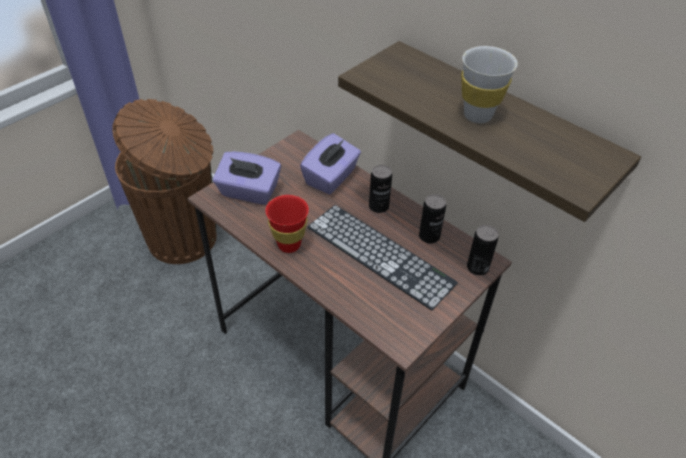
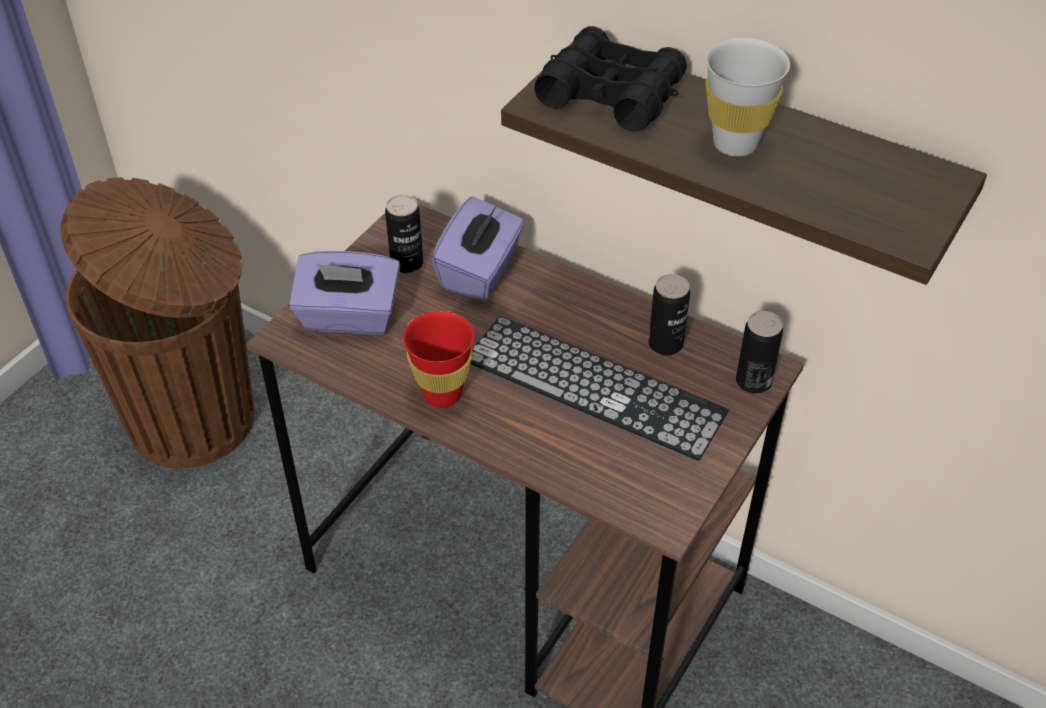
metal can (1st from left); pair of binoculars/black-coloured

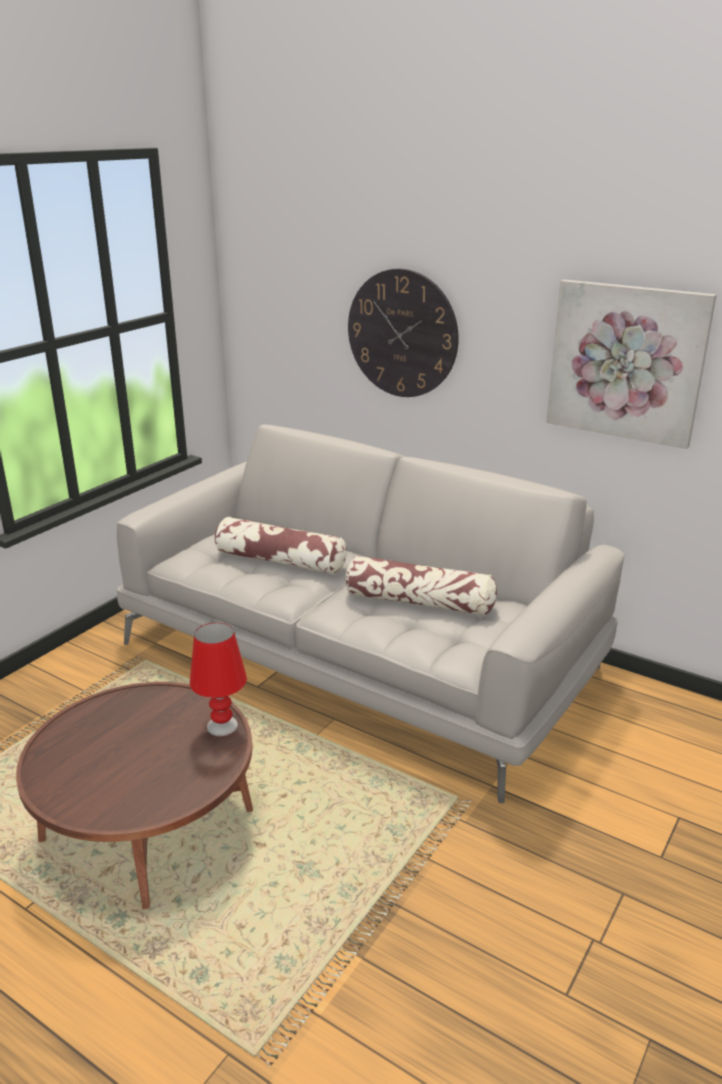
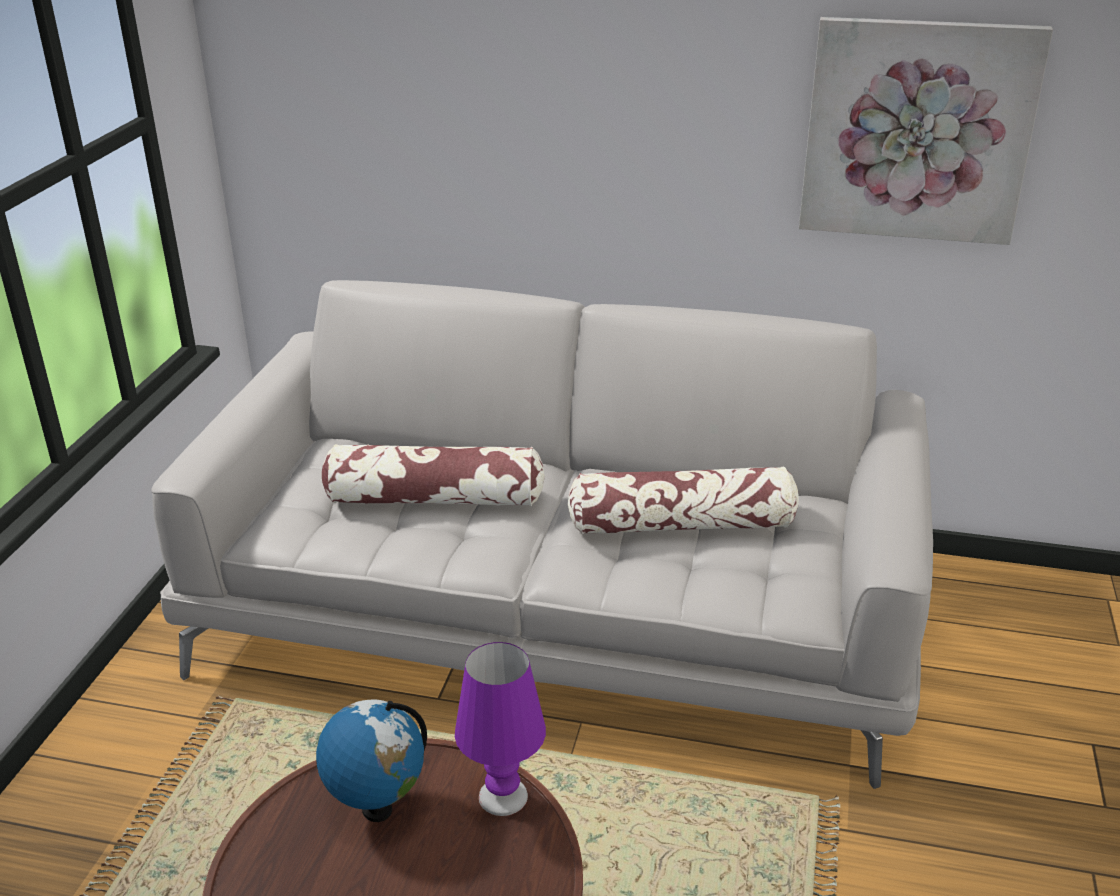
table lamp/purple-coloured; clock on the wall; globe

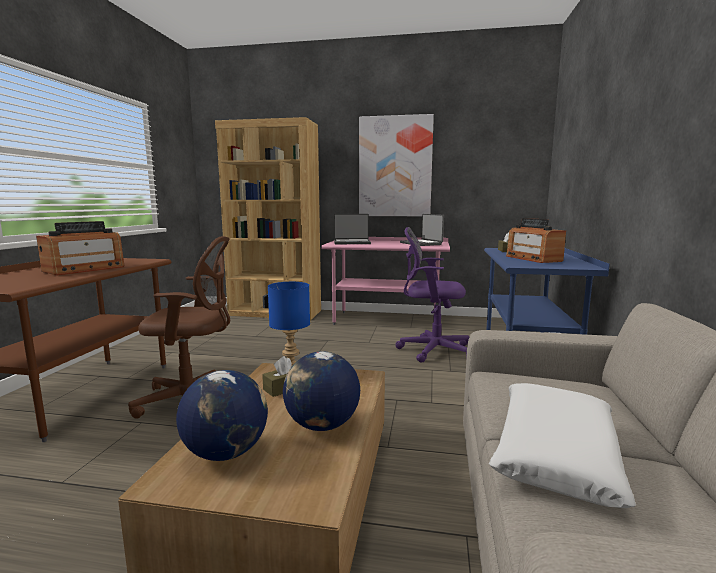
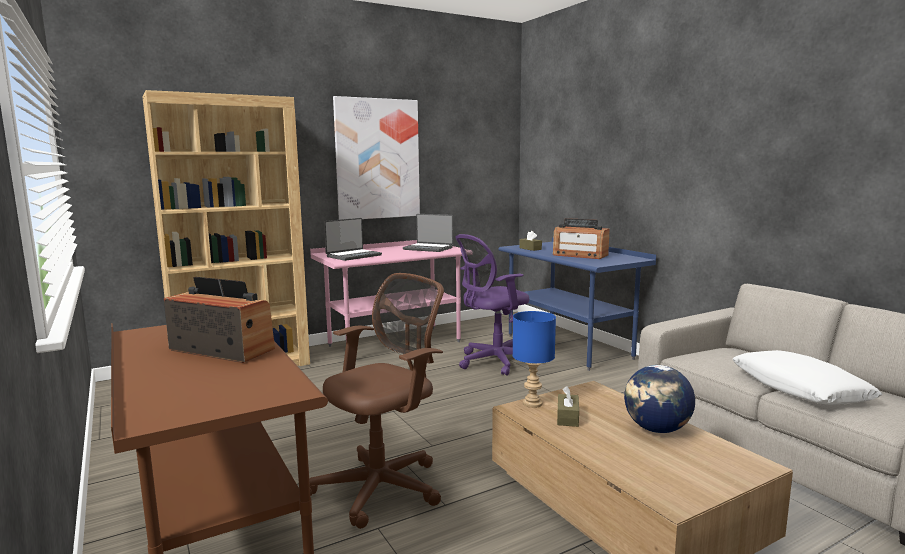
radio receiver (1st from left); globe (1st from left in the first image)

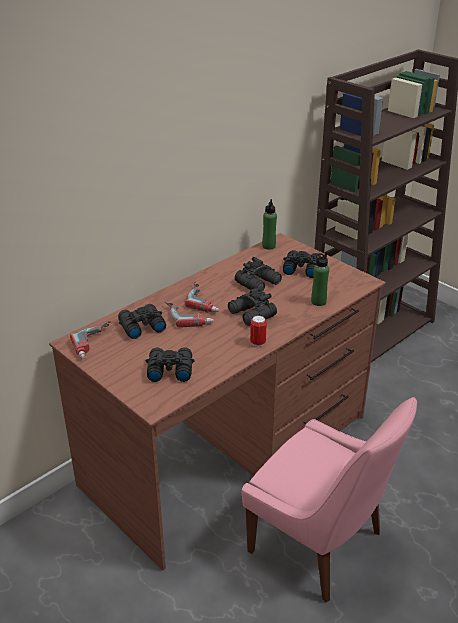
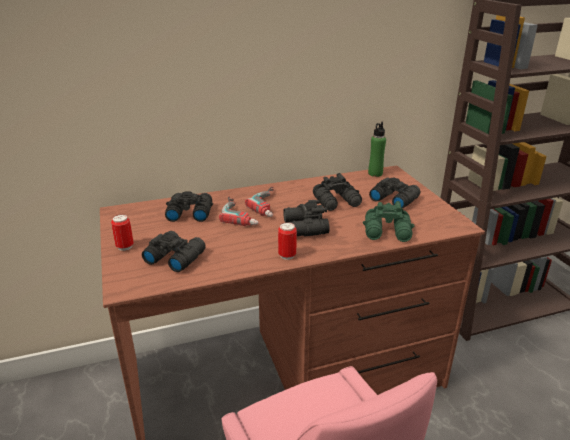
electric drill (1st from left in the first image); pair of binoculars/green-coloured; metal can (1st from left)

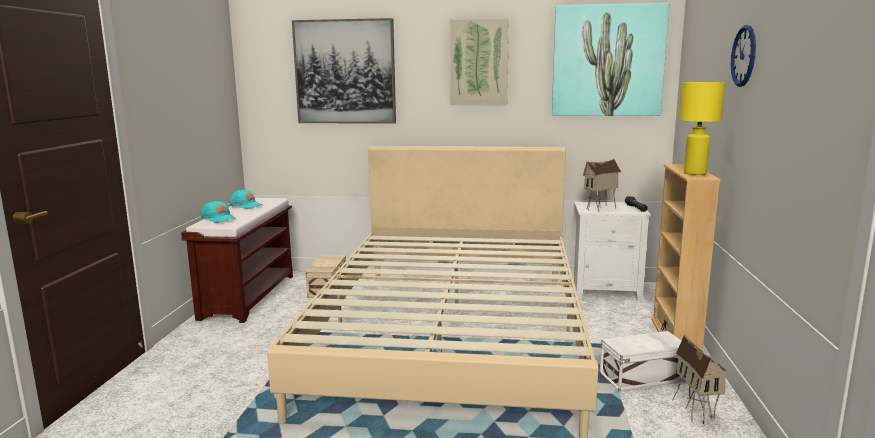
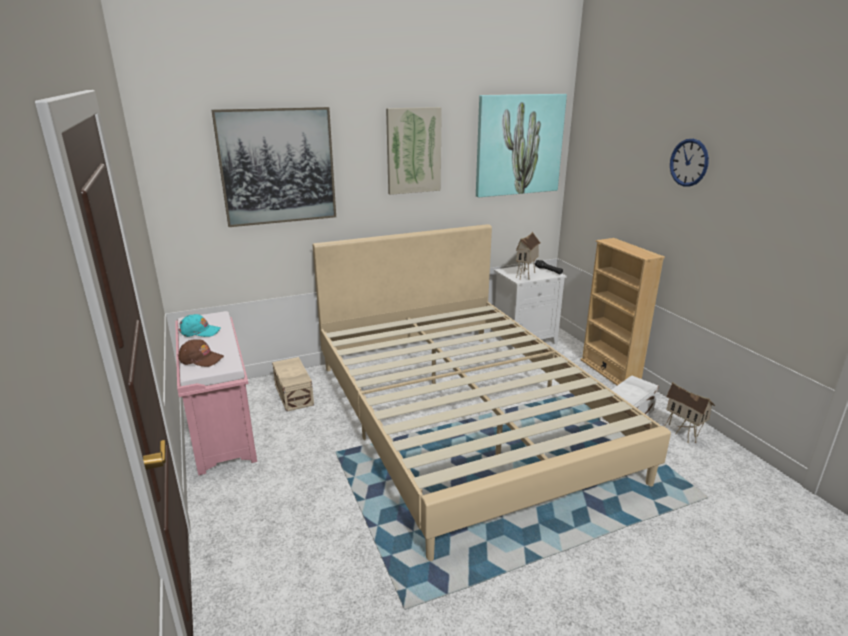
bench/pink-coloured; cap/brown; table lamp/yellow

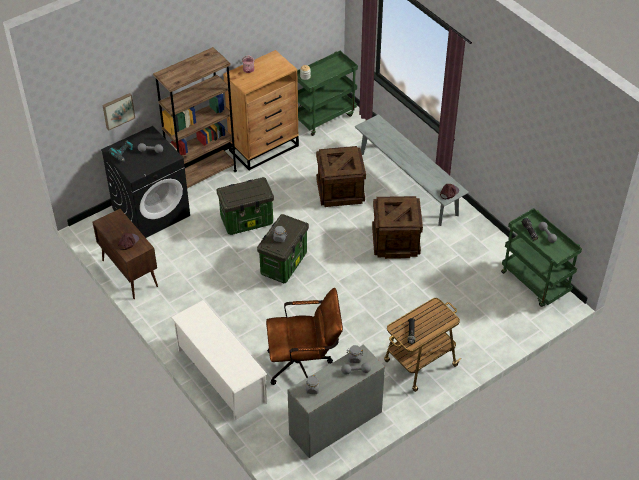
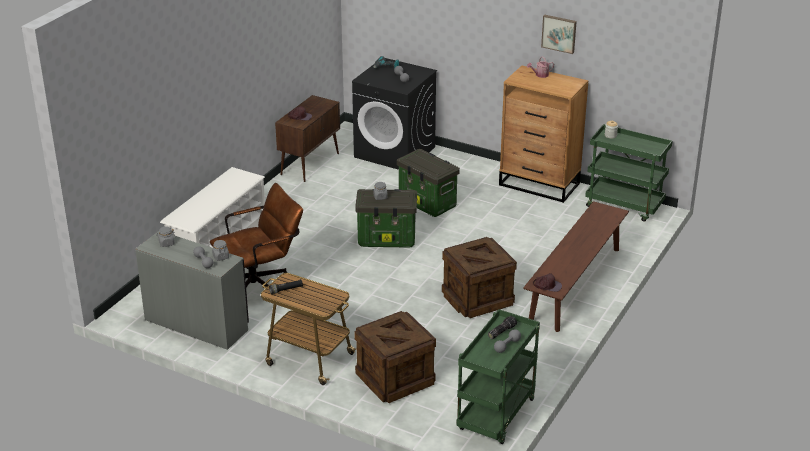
picture; bookshelf/brown; desk chair/brown; shipping crate (1st from left); bench/brown

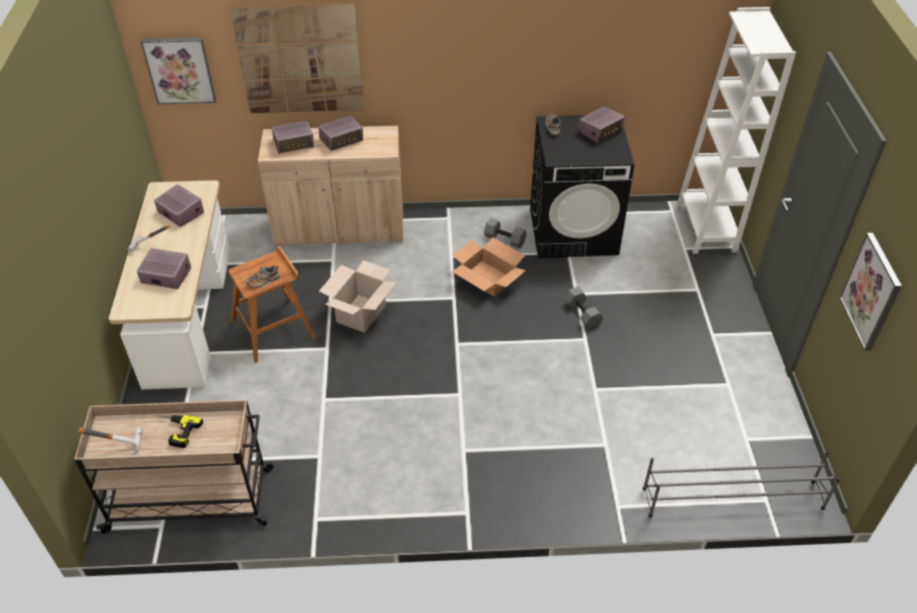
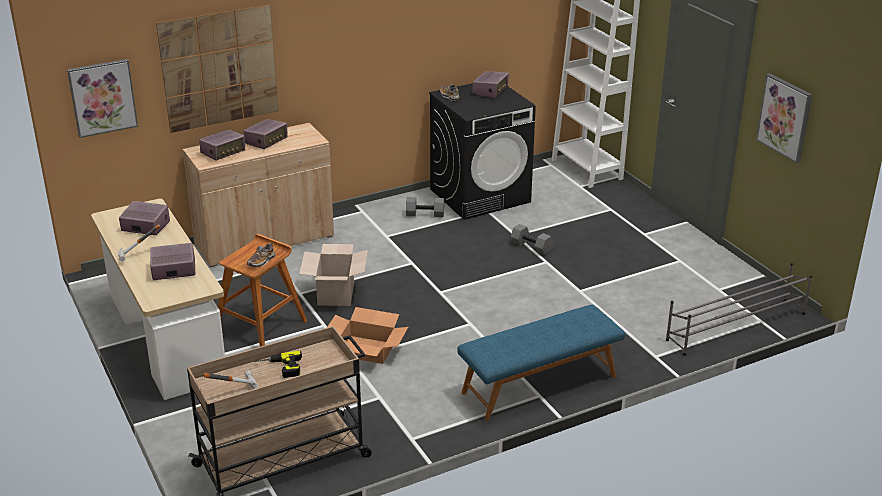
cardboard box (2nd from left); bench/blue

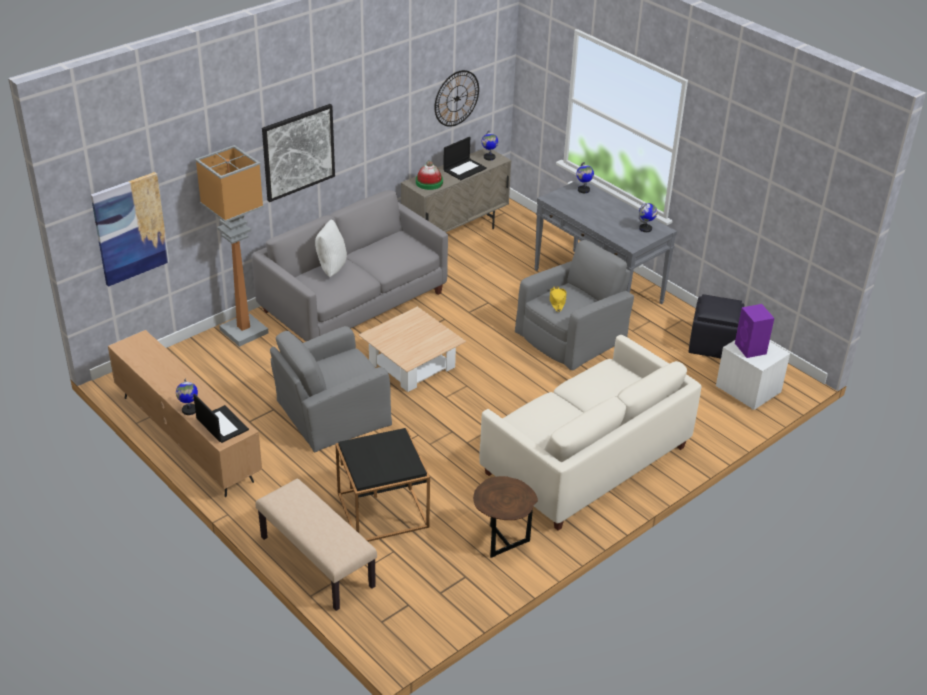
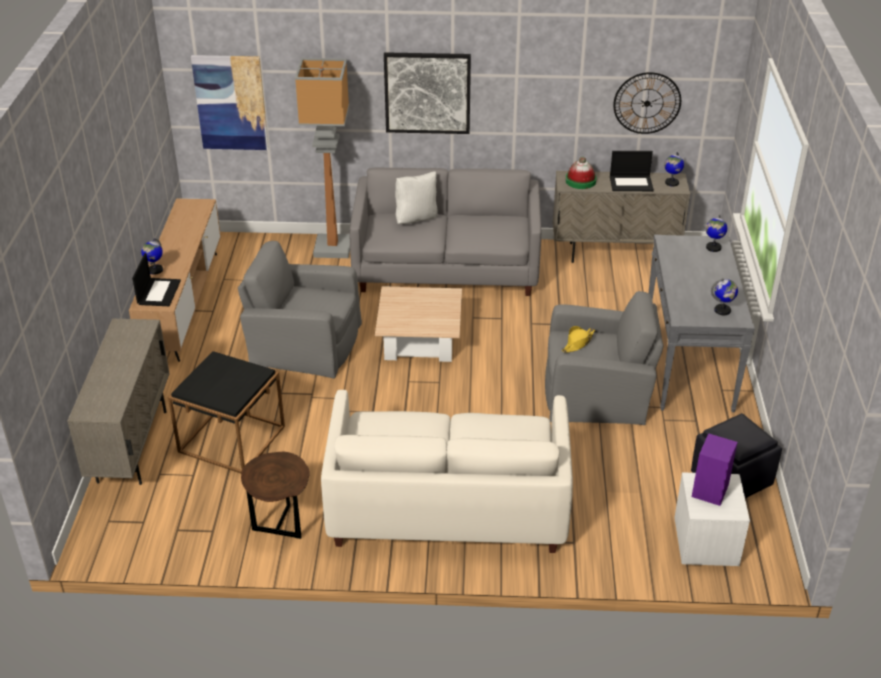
cabinet/sand-coloured (1st from left)

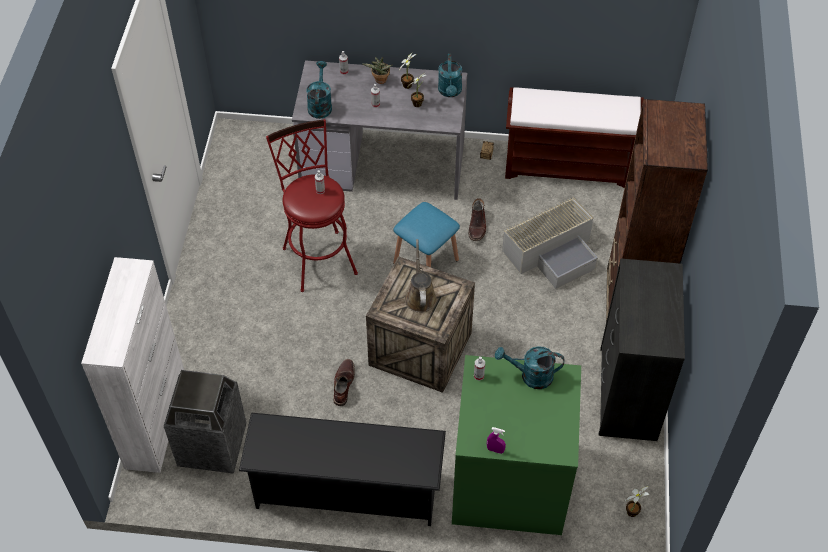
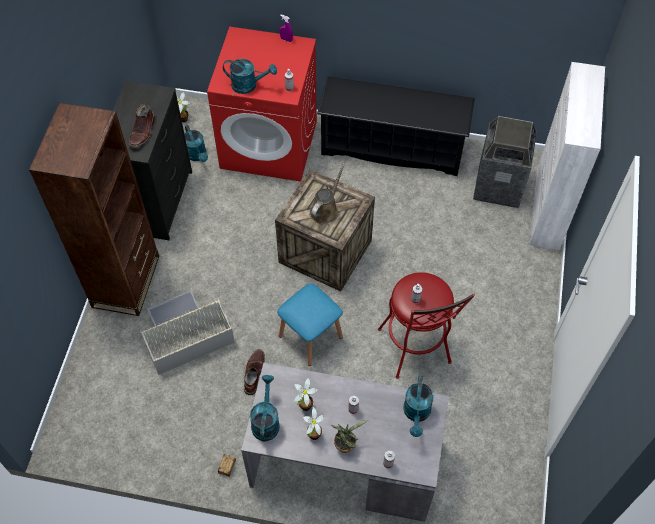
tall boot/brown (1st from left); watering pot/brown; laundry appliance/red; bench/brown; watering pot/blue-green (1st from left)

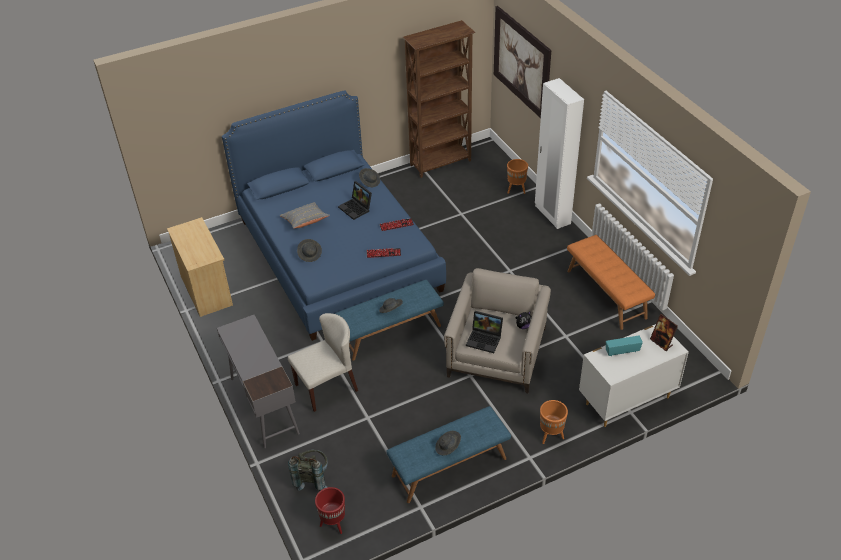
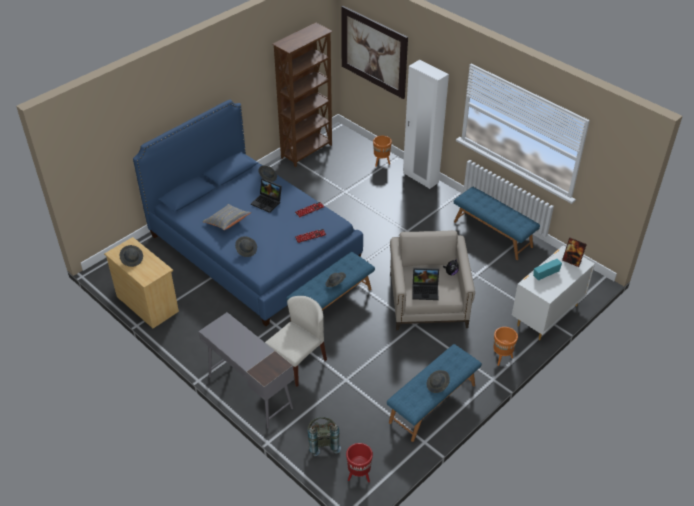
bench/blue (3rd from left); wearable hat/grey (1st from left)

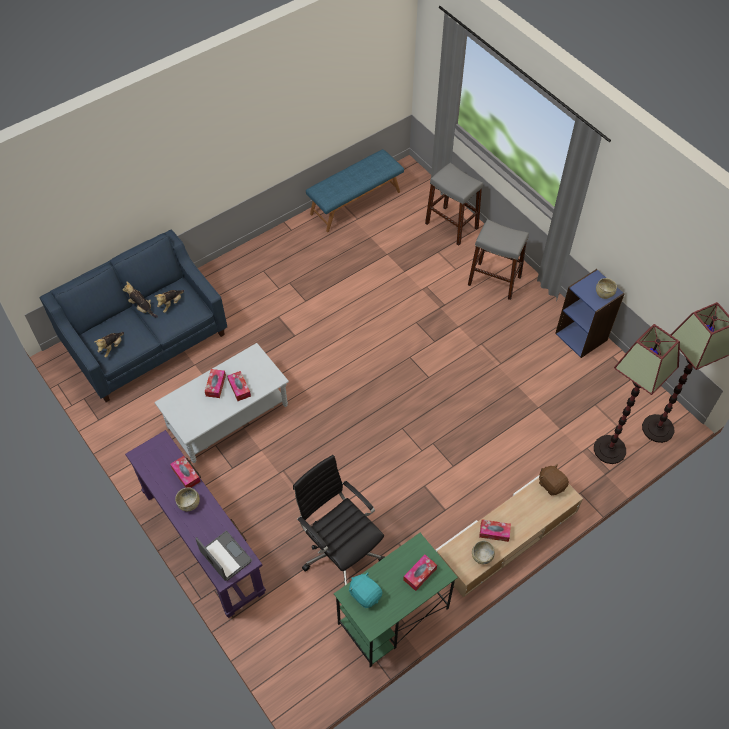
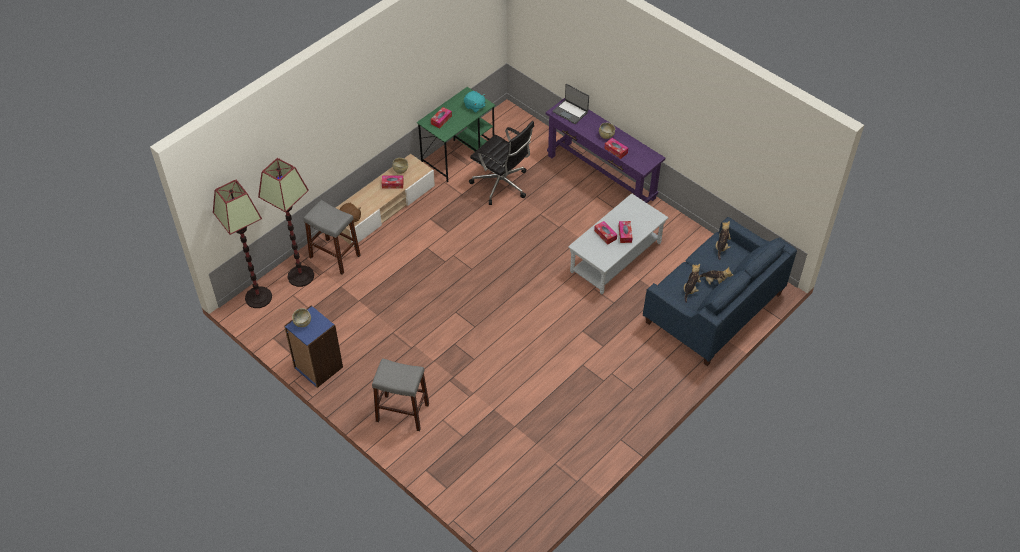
bench/blue; stool/grey (1st from left)

